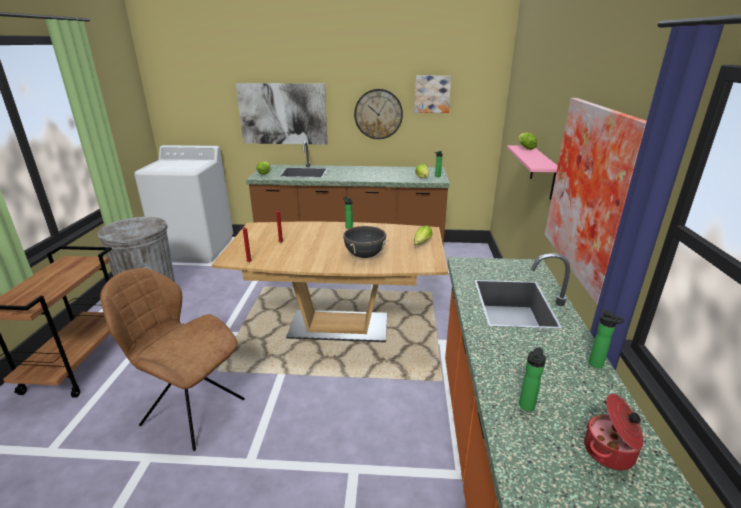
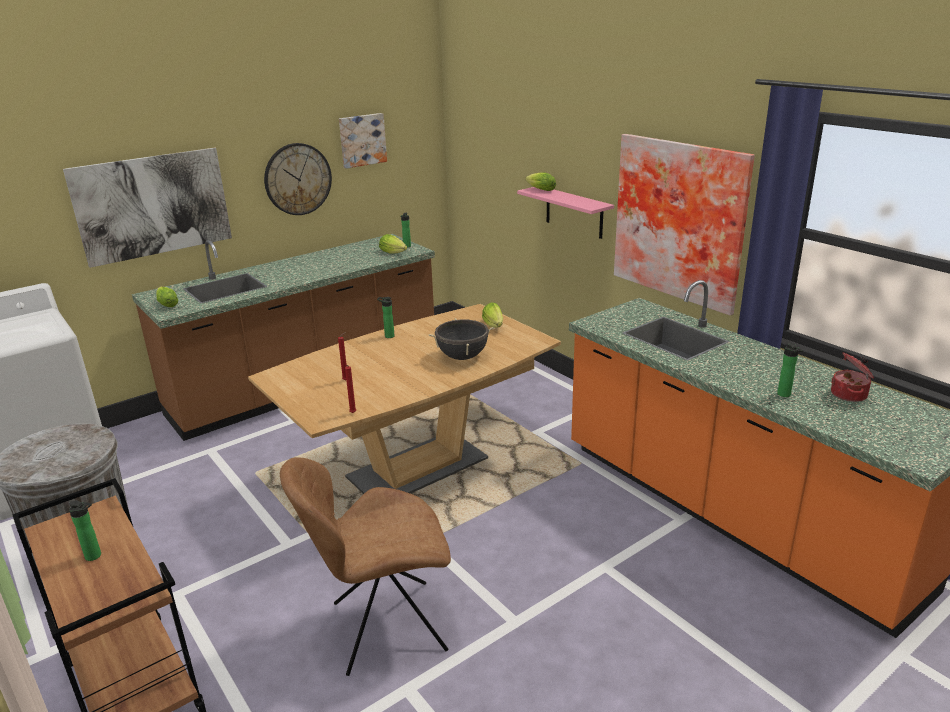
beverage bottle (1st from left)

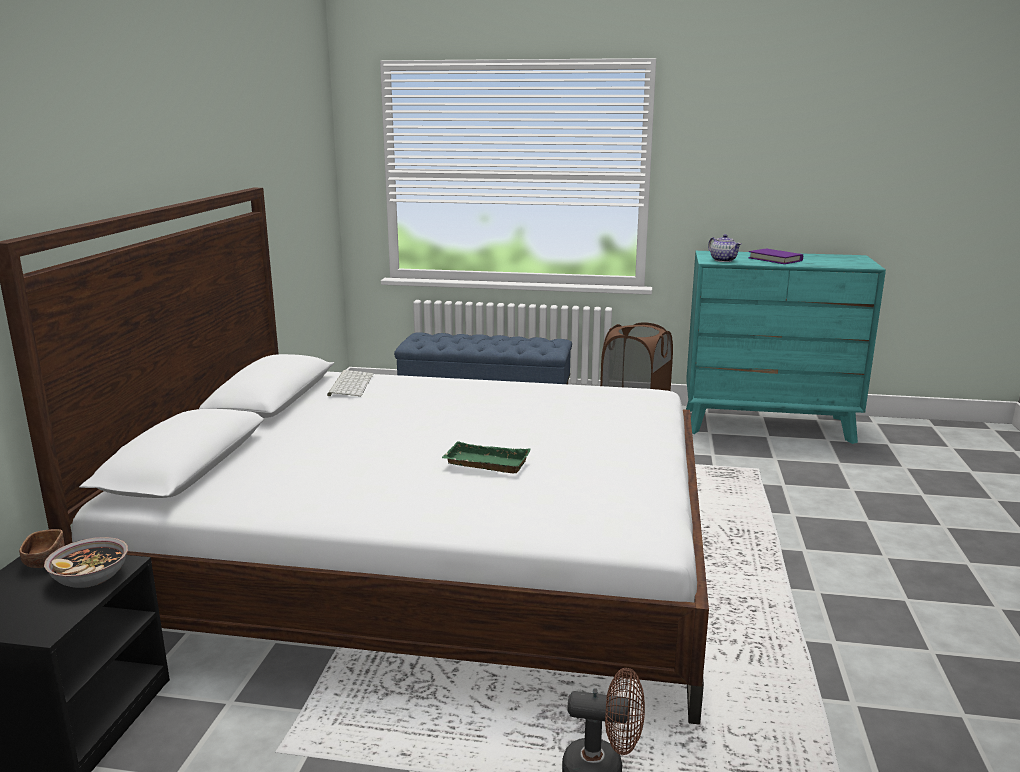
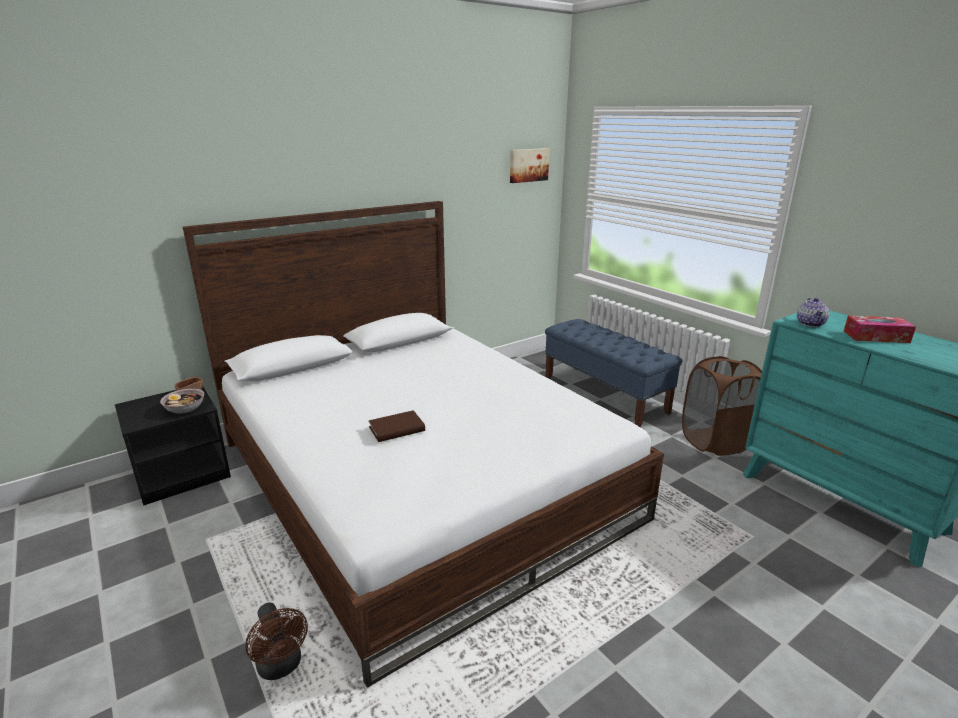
keyboard; volume/brown; tissue box; picture

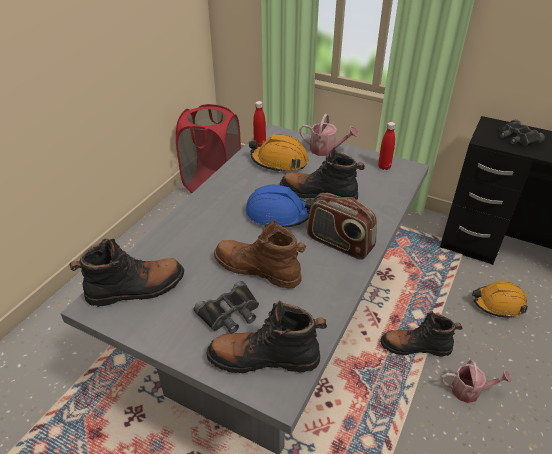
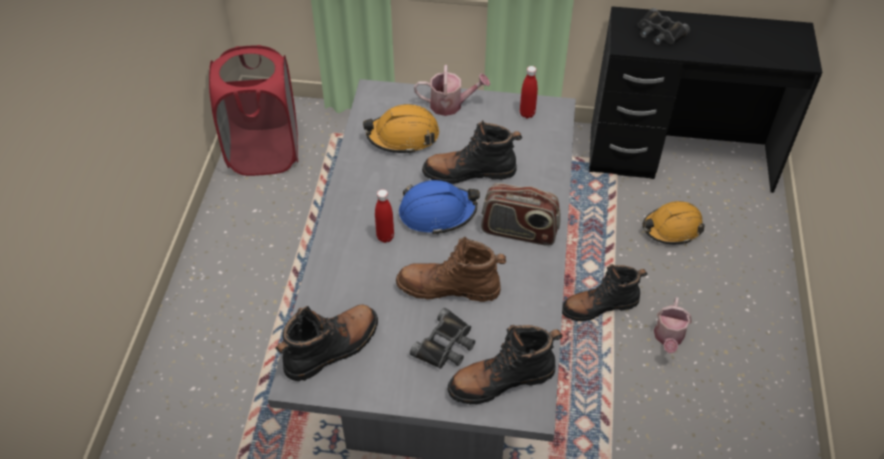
beverage bottle/red (1st from left); watering pot (2nd from left)

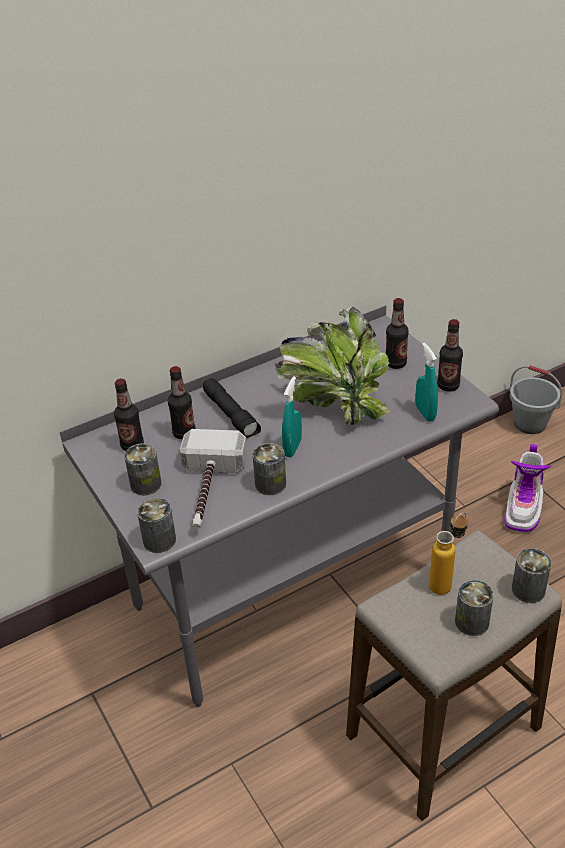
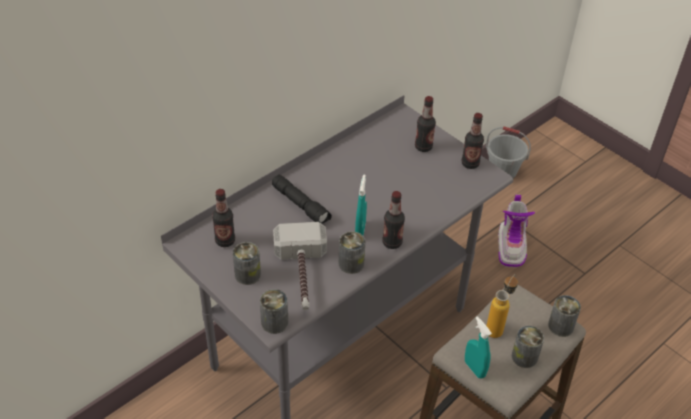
beverage bottle (2nd from left); plant in a pot; spray bottle/blue-green (2nd from left)

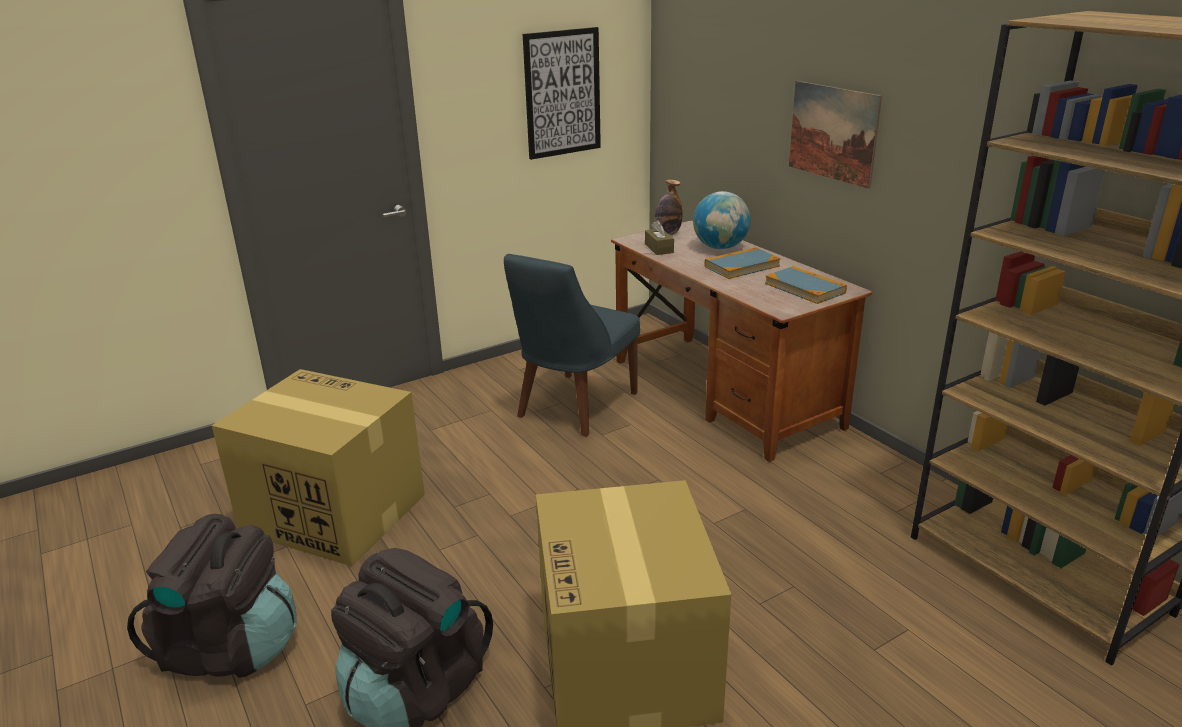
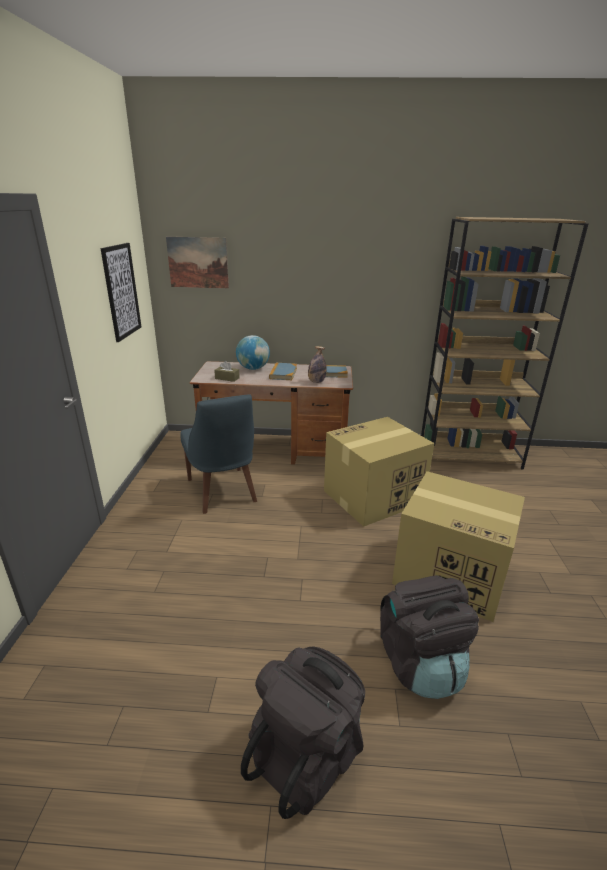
cardboard box (1st from left); beverage bottle; picture (2nd from left)

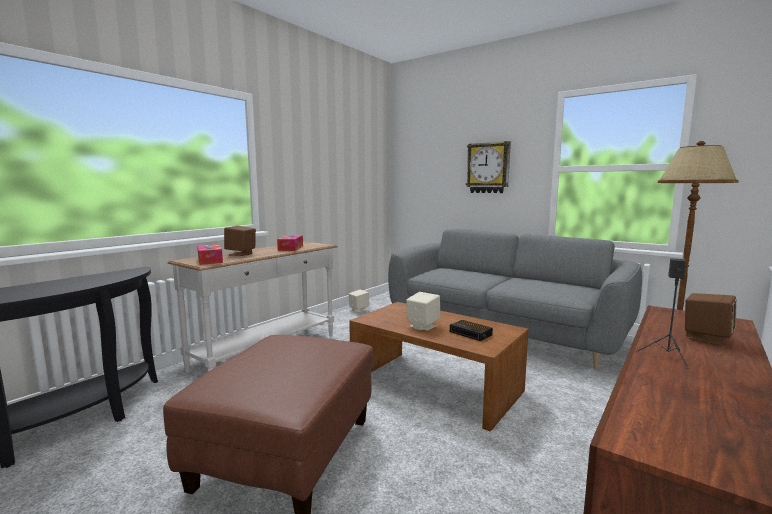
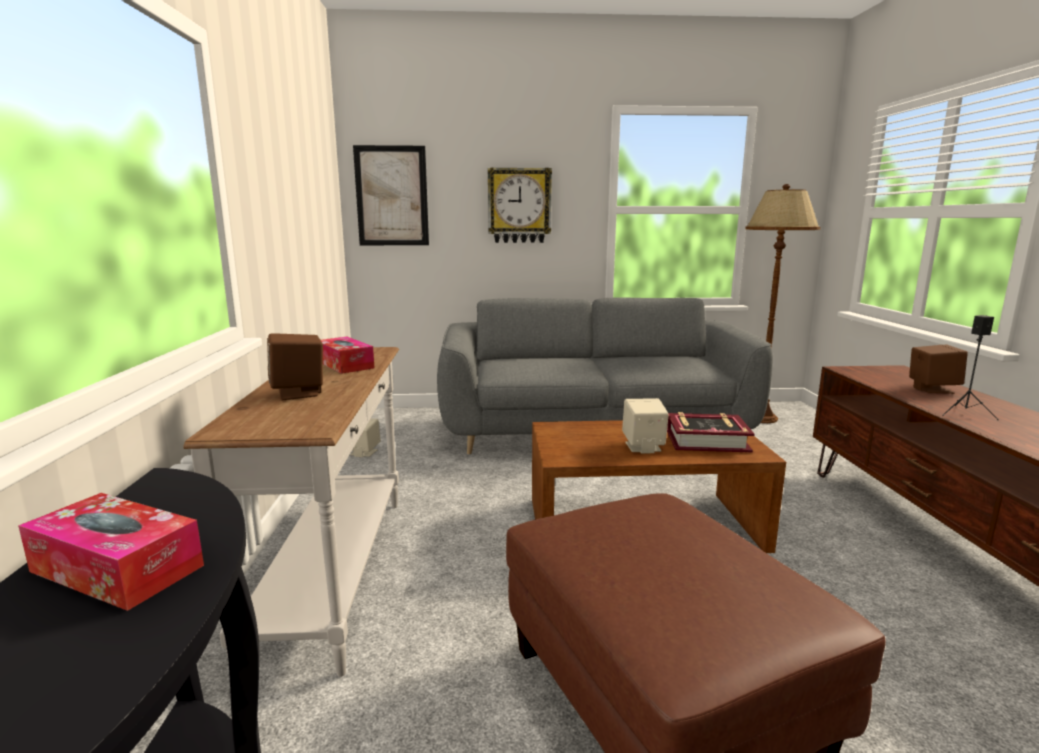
tissue box (1st from left); volume; picture

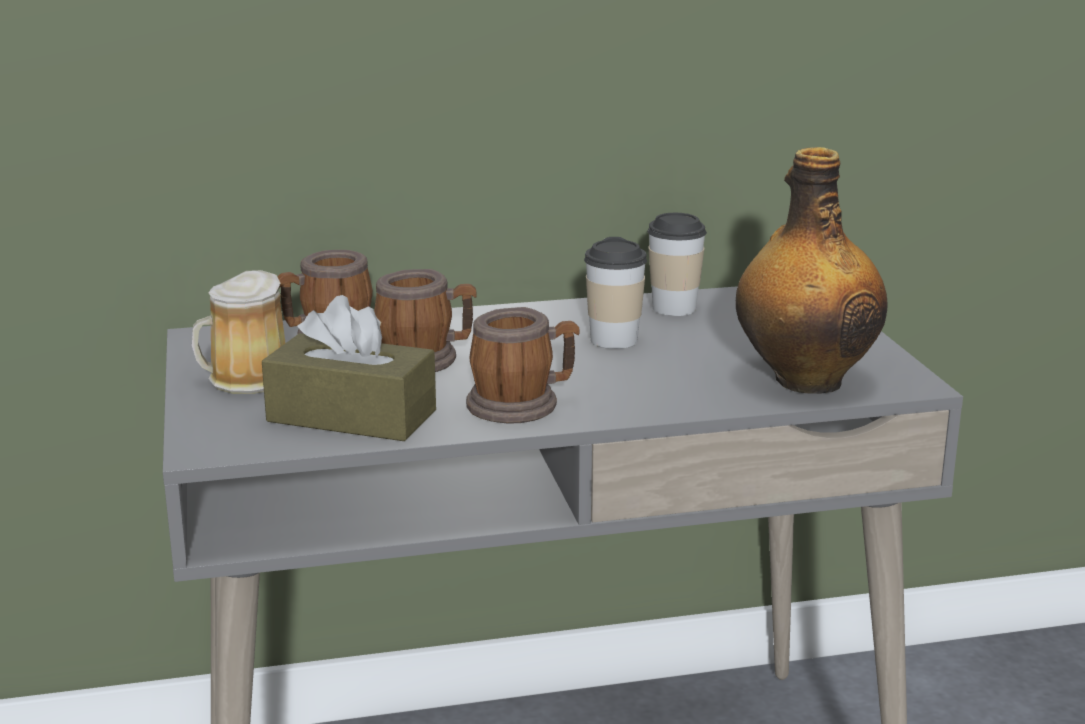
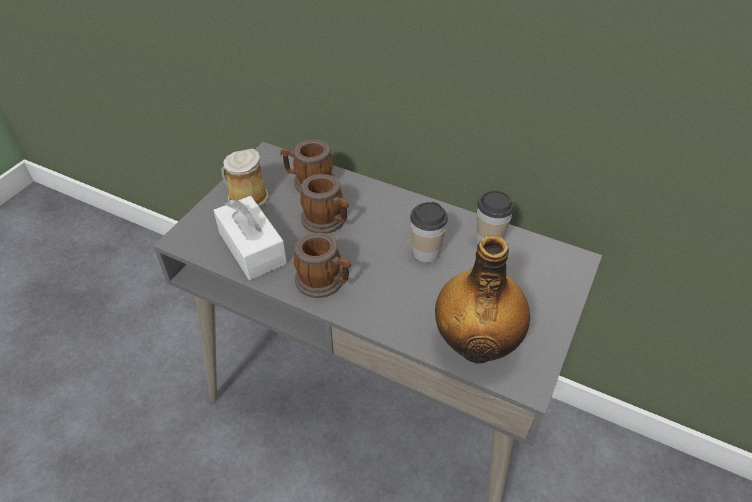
tissue box/white-coloured

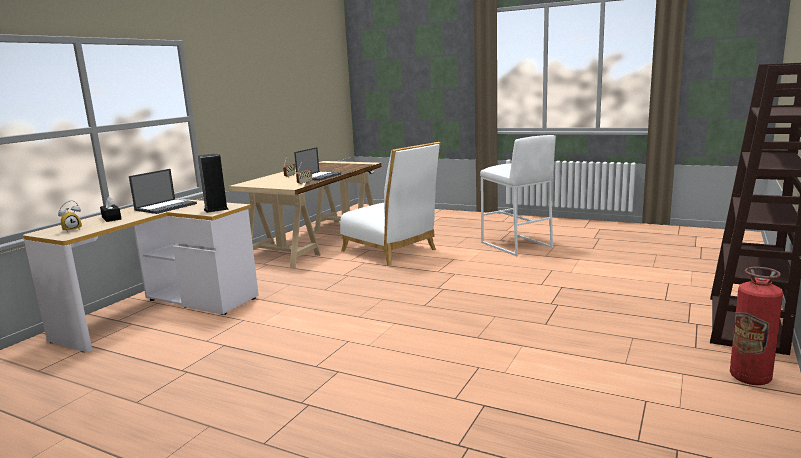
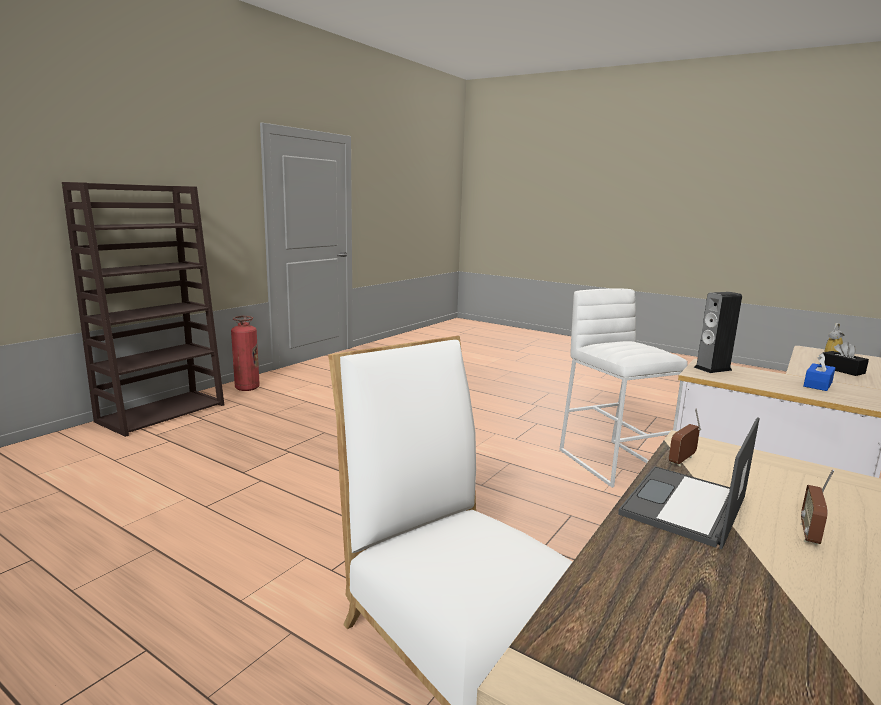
tissue box/blue; stool/white-coloured

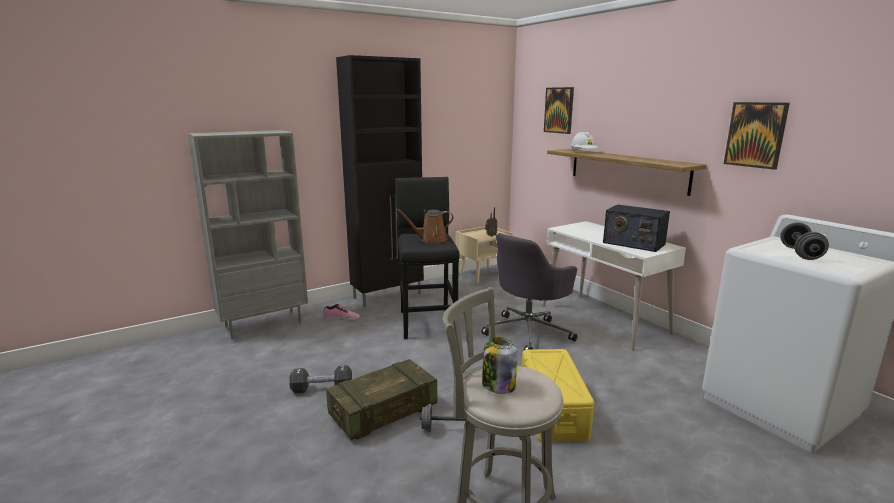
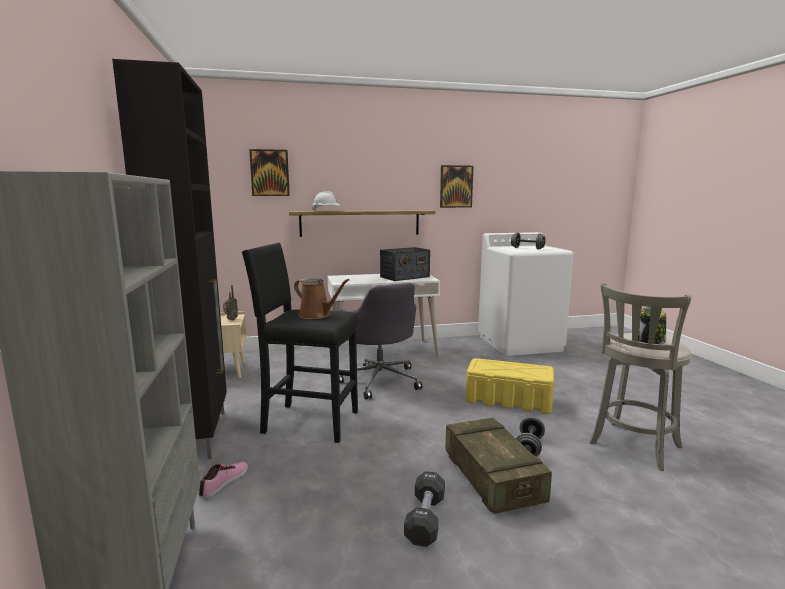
watering pot/brown

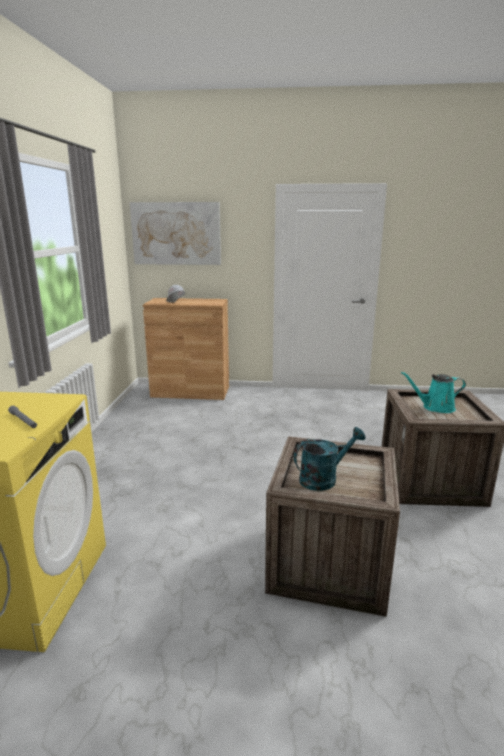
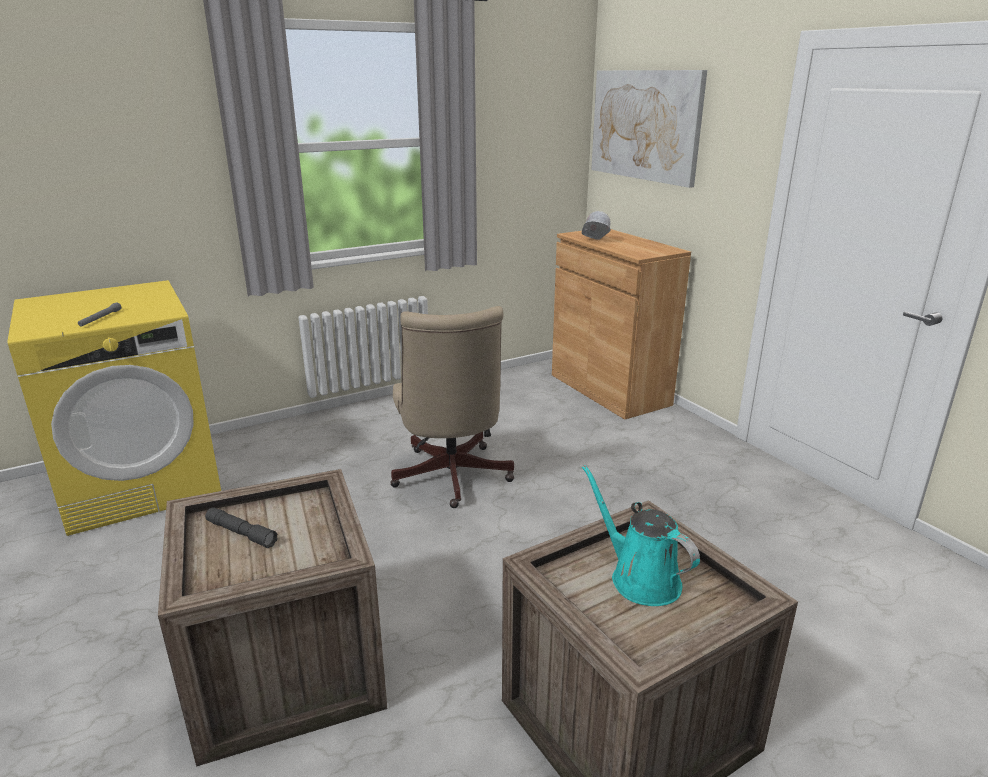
flashlight/grey (2nd from left); desk chair/sand-coloured

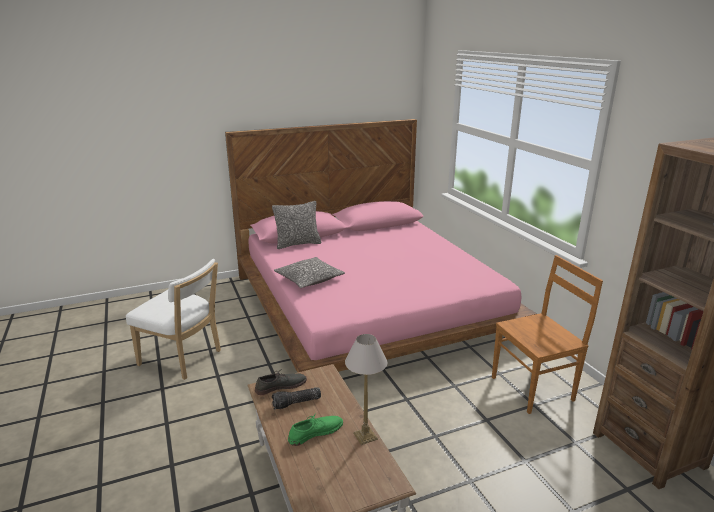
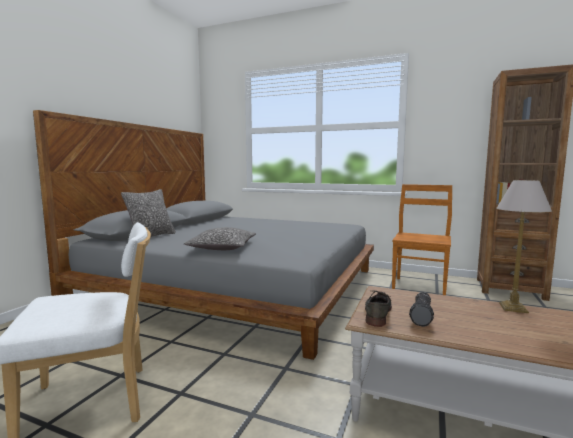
bedroom bed/grey; shoe/green-coloured

